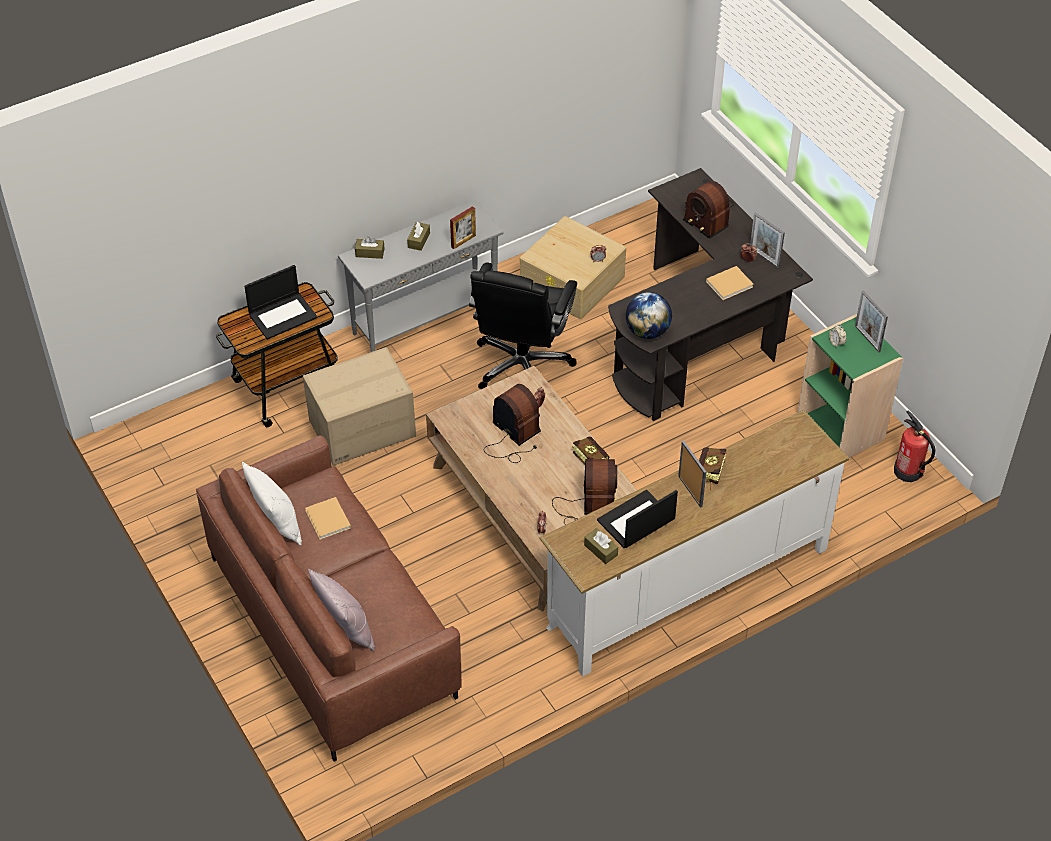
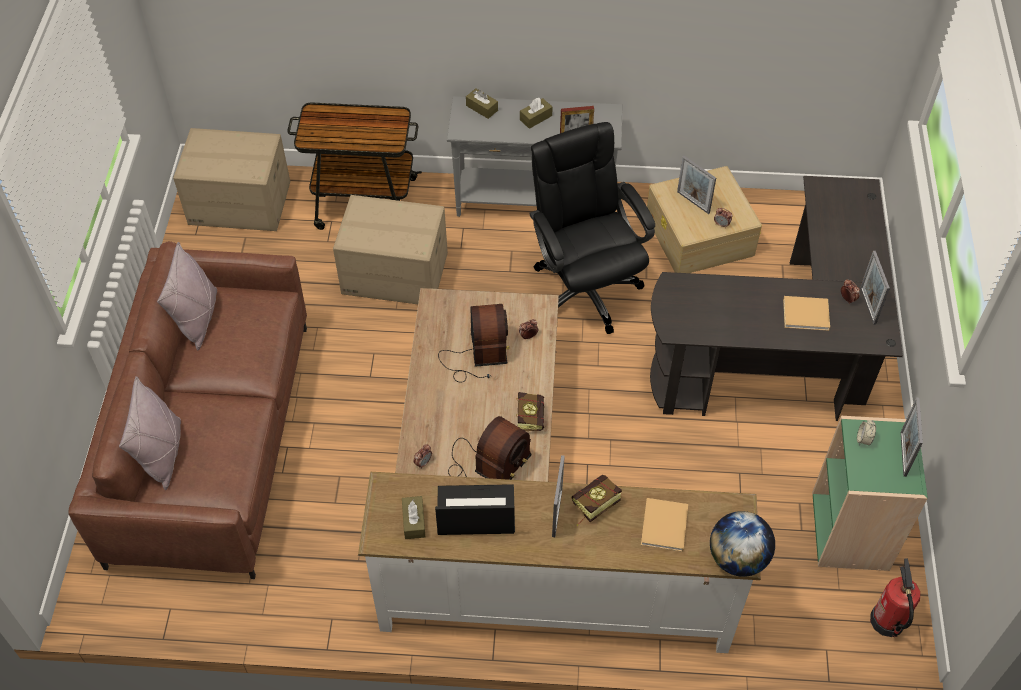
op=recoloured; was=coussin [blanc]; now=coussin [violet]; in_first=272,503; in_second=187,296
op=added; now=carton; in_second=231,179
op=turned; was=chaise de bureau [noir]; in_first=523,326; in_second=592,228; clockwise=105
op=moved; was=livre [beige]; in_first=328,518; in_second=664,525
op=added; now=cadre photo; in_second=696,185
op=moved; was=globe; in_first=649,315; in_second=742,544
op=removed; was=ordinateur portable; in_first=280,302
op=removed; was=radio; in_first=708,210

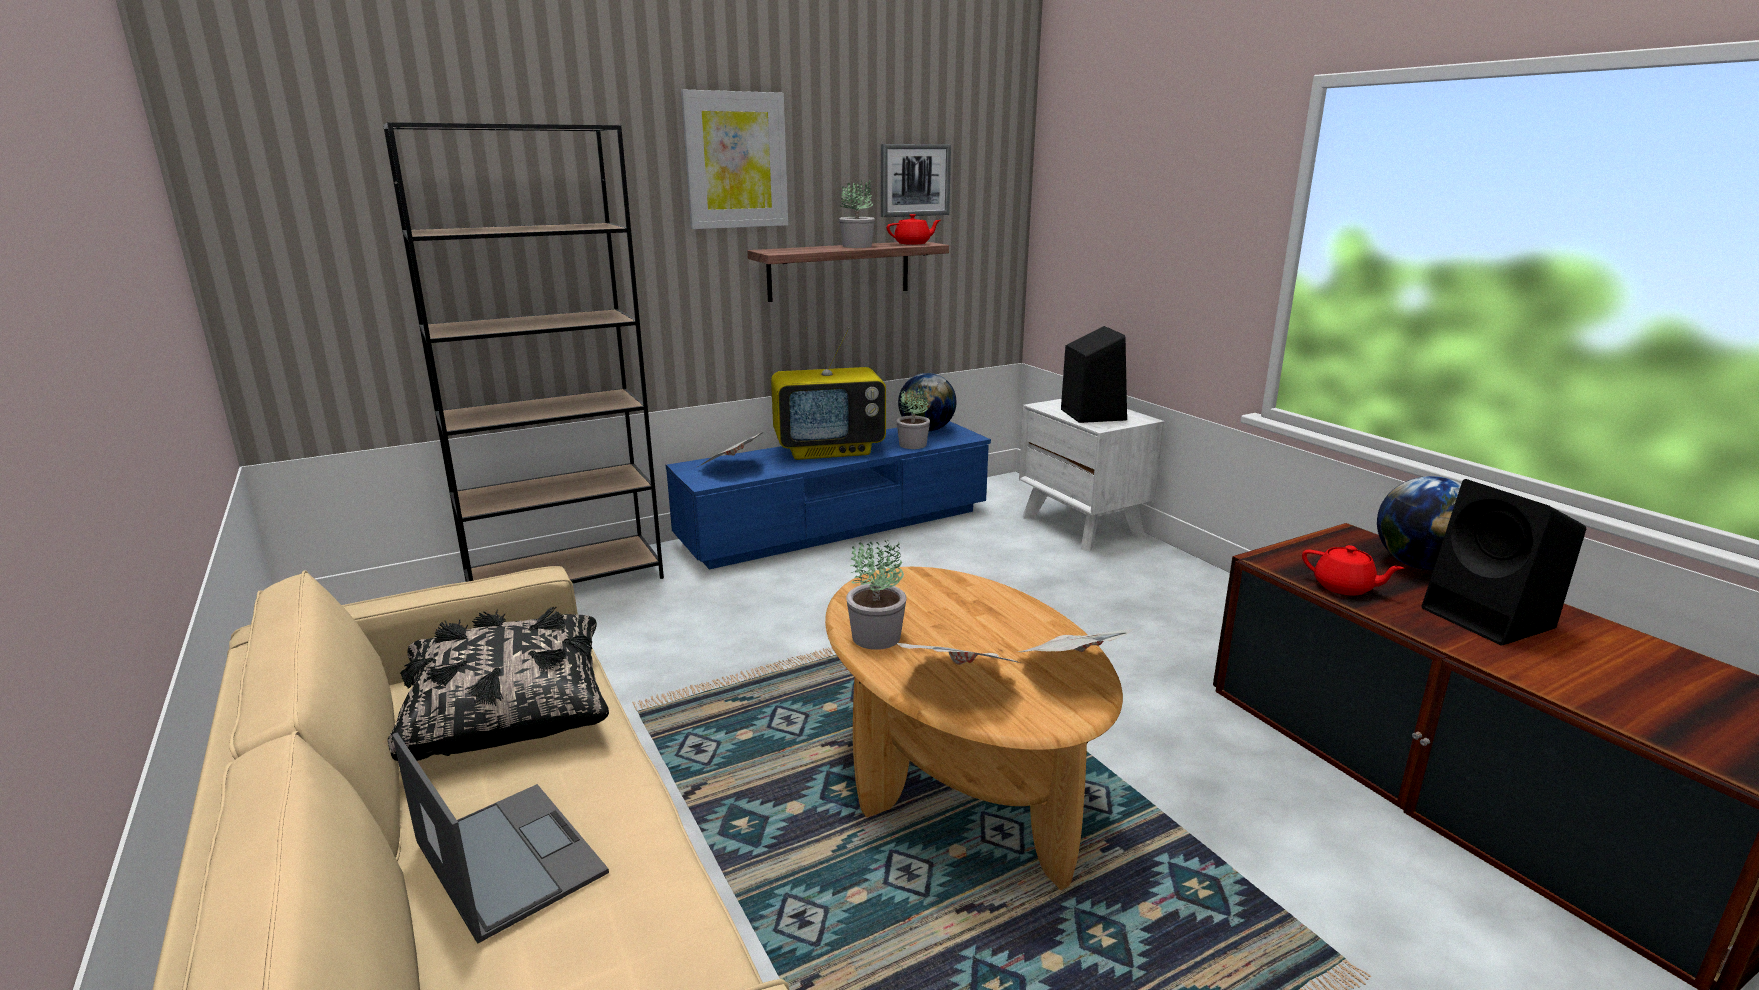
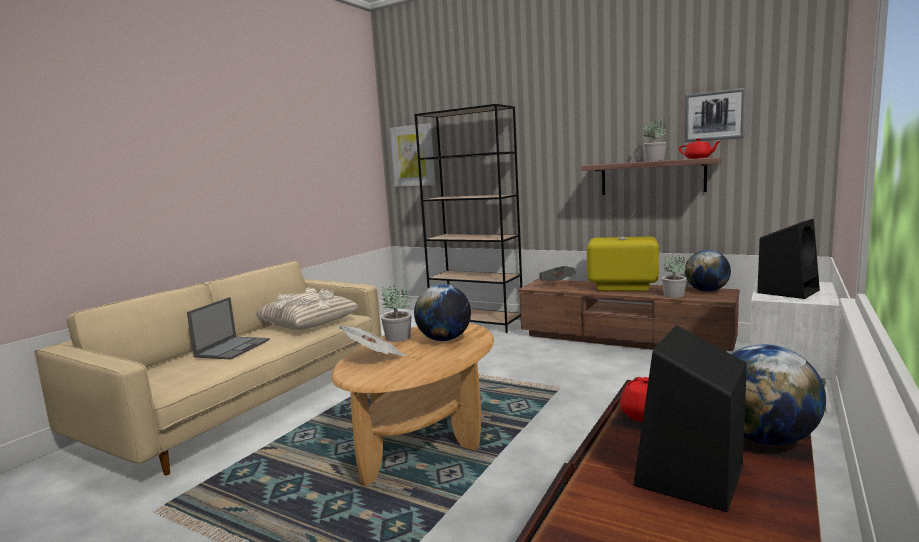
op=recoloured; was=coussin [noir]; now=coussin [beige]; in_first=498,684; in_second=307,308
op=moved; was=tableau; in_first=734,159; in_second=412,155
op=added; now=globe; in_second=442,312
op=recoloured; was=meuble télé [bleu]; now=meuble télé [marron]; in_first=828,495; in_second=629,315
op=turned; was=téléviseur; in_first=828,393; in_second=623,250; clockwise=150
op=removed; was=journal; in_first=1078,640

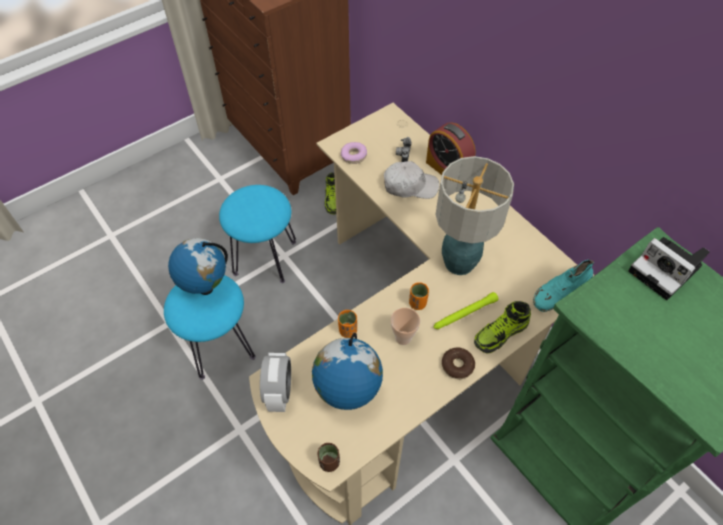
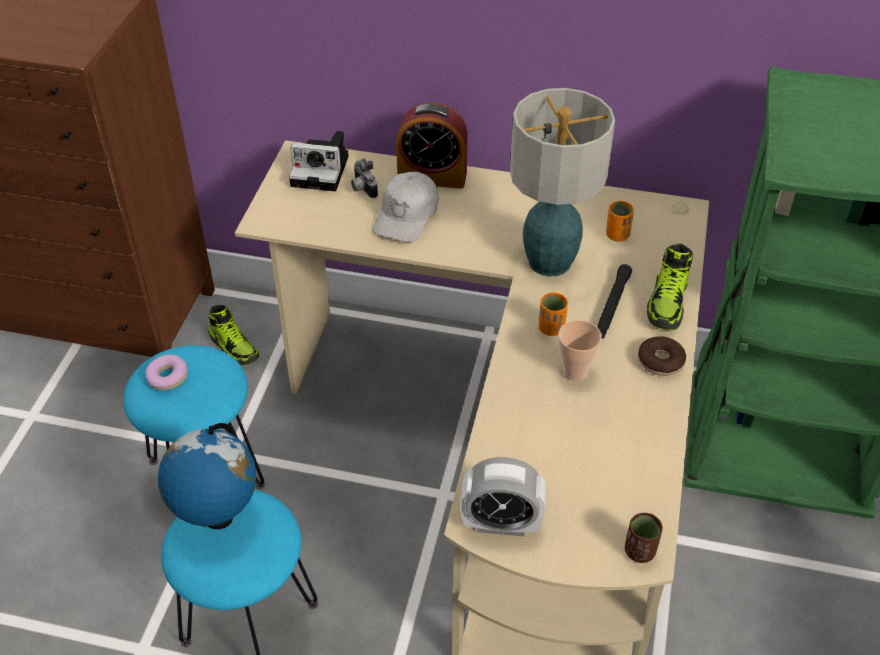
op=moved; was=beignet; in_first=354,153; in_second=166,372
op=moved; was=appareil photo; in_first=669,268; in_second=319,161
op=turned; was=casquette [blanc]; in_first=411,180; in_second=406,207; clockwise=150
op=turned; was=réveil; in_first=275,382; in_second=503,496; clockwise=135
op=recoloured; was=lampe de poche [vert]; now=lampe de poche [noir]; in_first=466,310; in_second=615,301
op=moved; was=tasse [orange]; in_first=347,324; in_second=620,221
op=removed; was=globe; in_first=347,371
op=removed; was=chaussure [turquoise]; in_first=564,286

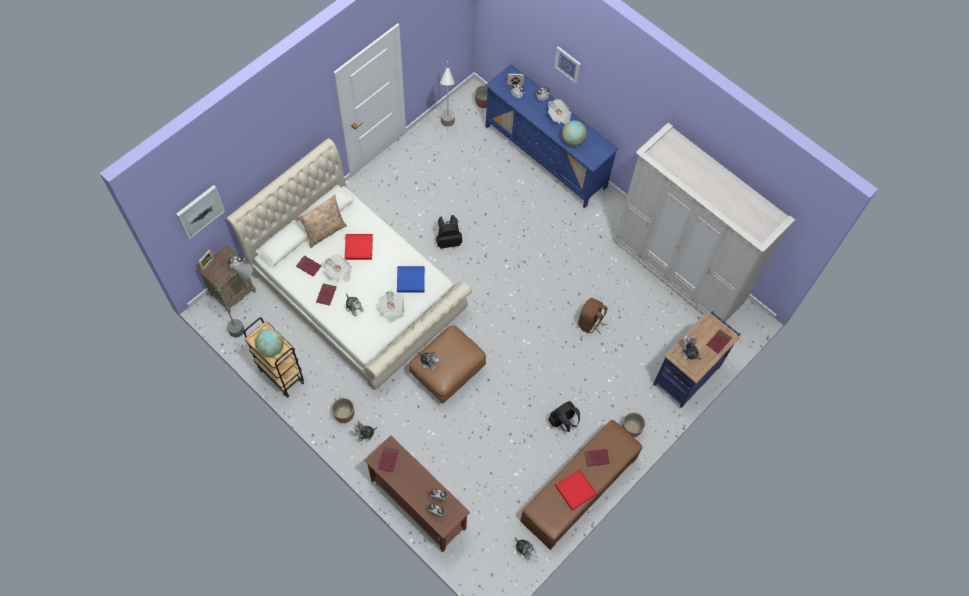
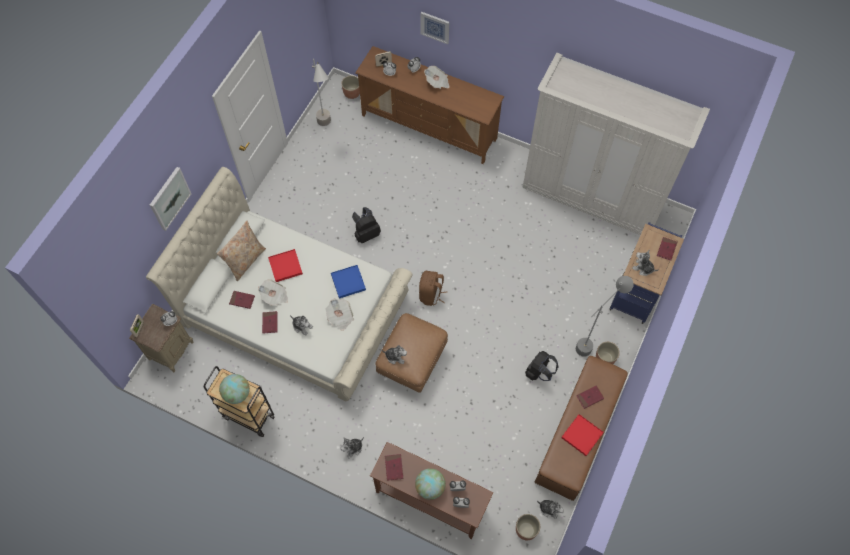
op=moved; was=tableau; in_first=200,212; in_second=170,199
op=recoloured; was=commode [bleu]; now=commode [marron]; in_first=551,136; in_second=429,105
op=moved; was=globe; in_first=574,133; in_second=430,484
op=moved; was=sac à dos [marron]; in_first=592,316; in_second=433,288
op=moved; was=cache-pot; in_first=343,410; in_second=528,527
op=moved; was=lampadaire [gris]; in_first=232,300; in_second=605,316

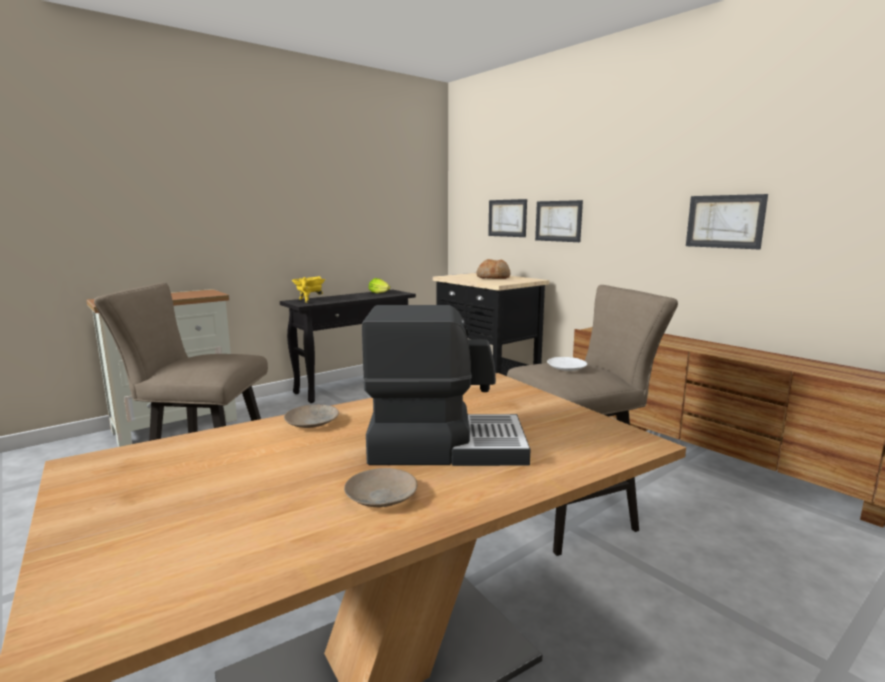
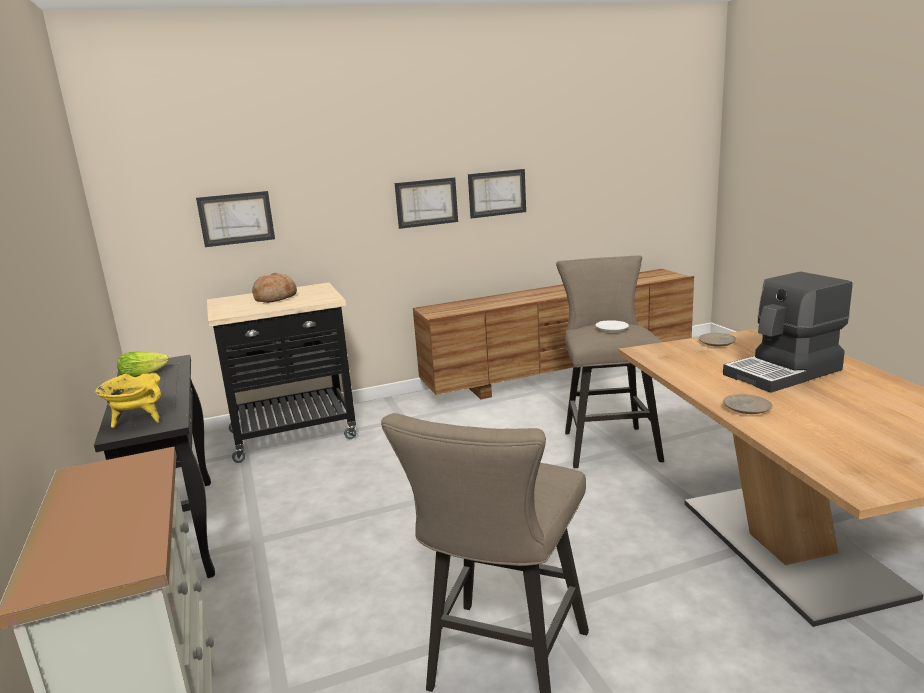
op=moved; was=tableau; in_first=559,221; in_second=426,203
op=moved; was=assiette [beige]; in_first=380,487; in_second=717,340
op=turned; was=machine à café; in_first=446,385; in_second=788,332; clockwise=-135

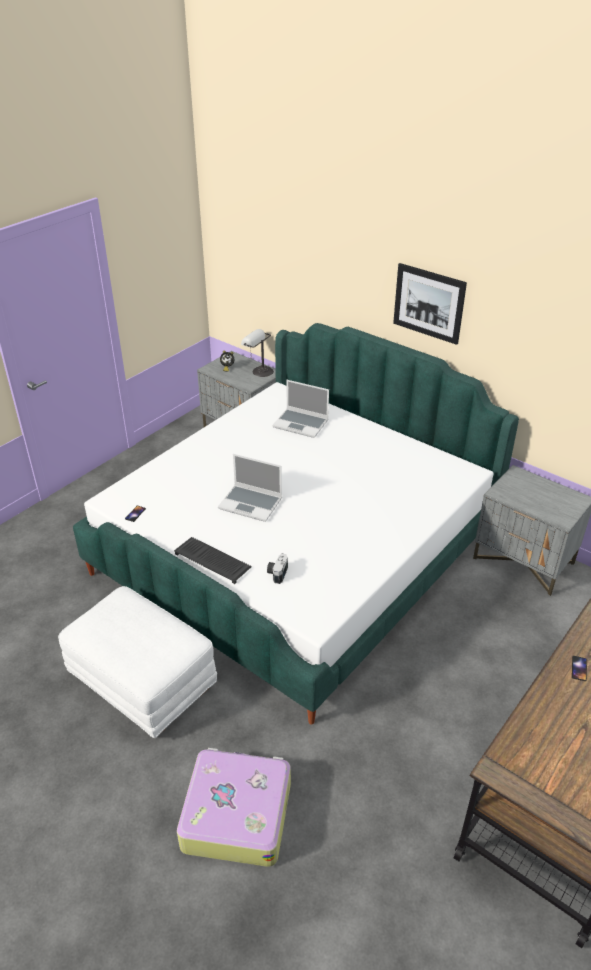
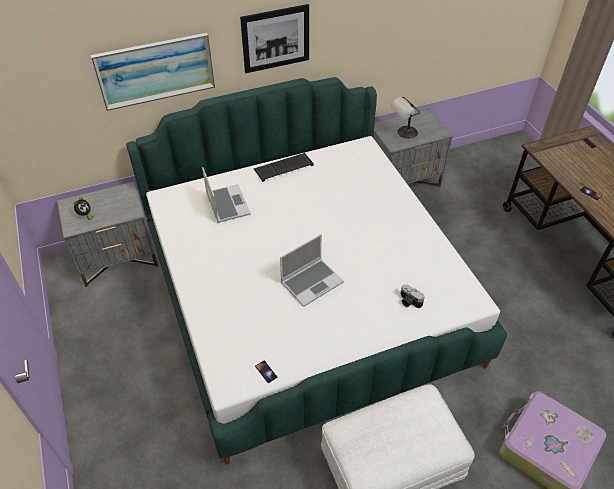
op=added; now=tableau; in_second=153,72
op=turned; was=ordinateur portable; in_first=300,409; in_second=226,195; clockwise=-75
op=moved; was=clavier; in_first=213,560; in_second=284,167
op=moved; was=lampe de table; in_first=257,353; in_second=405,118

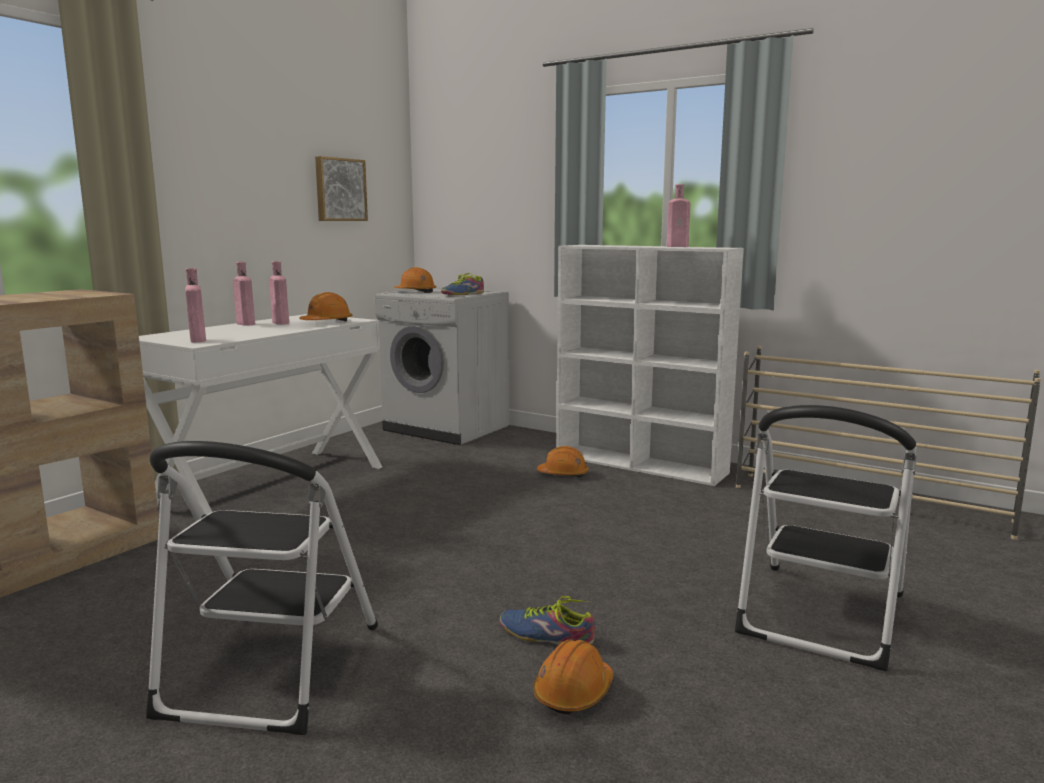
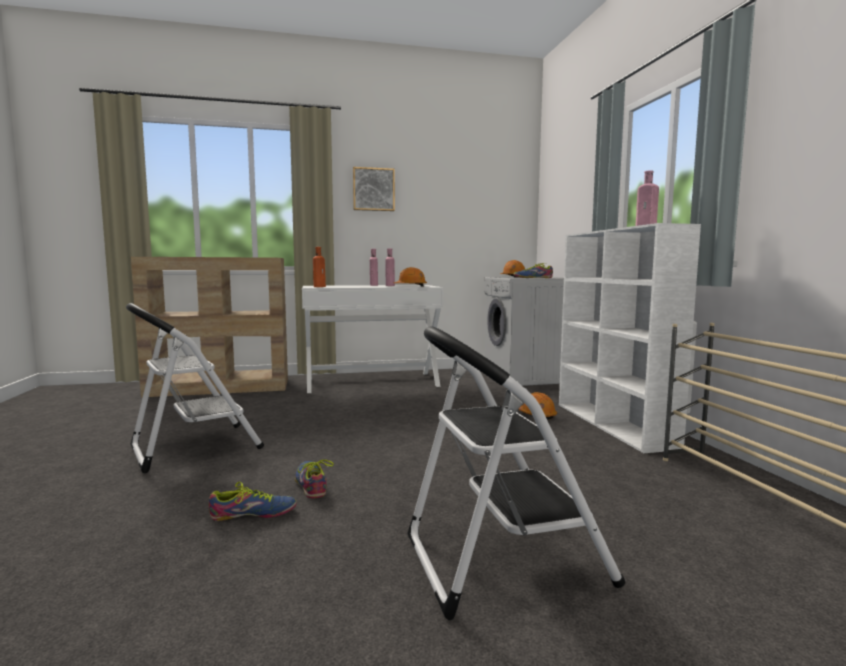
op=replaced; was=casque de chantier [orange]; now=chaussure; in_first=573,677; in_second=253,501
op=recoloured; was=bouteille [rose]; now=bouteille [orange]; in_first=195,305; in_second=319,267
op=moved; was=tableau; in_first=341,188; in_second=374,189

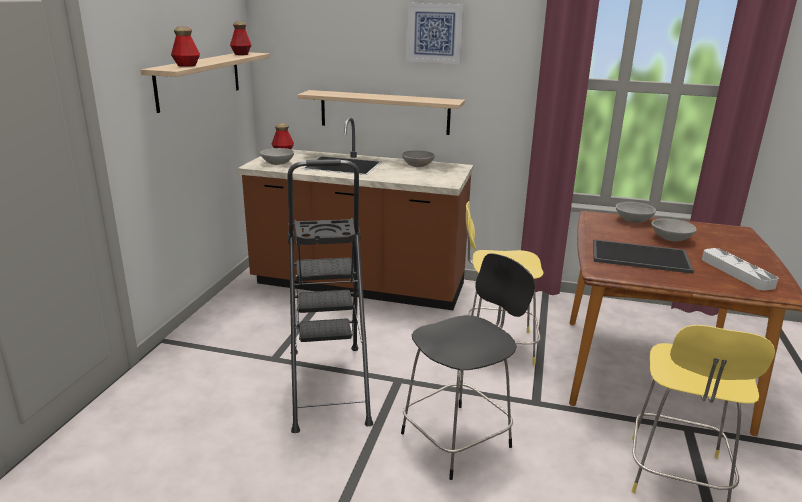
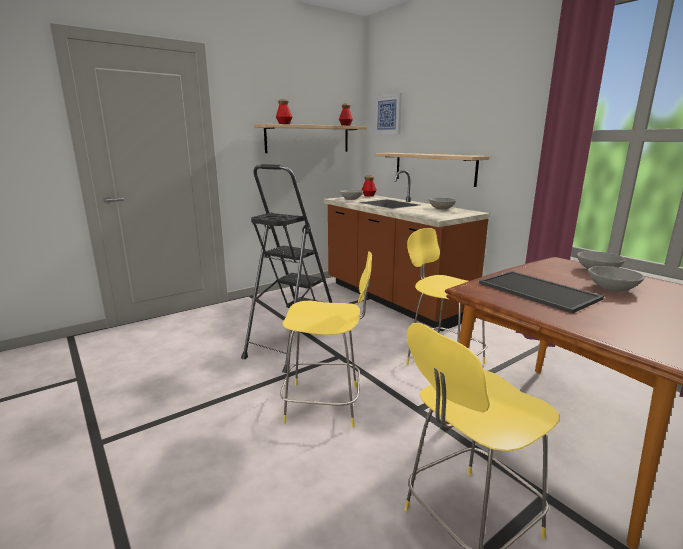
op=recoloured; was=tabouret [noir]; now=tabouret [jaune]; in_first=468,366; in_second=326,339
op=moved; was=tableau; in_first=435,33; in_second=387,114
op=removed; was=plateau [gris]; in_first=740,269

